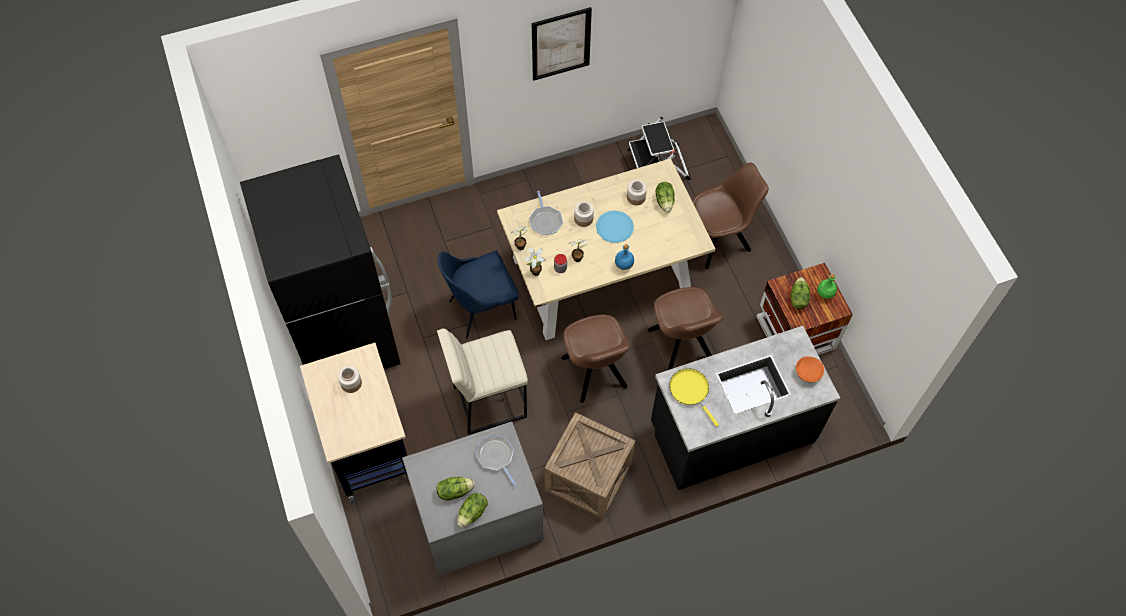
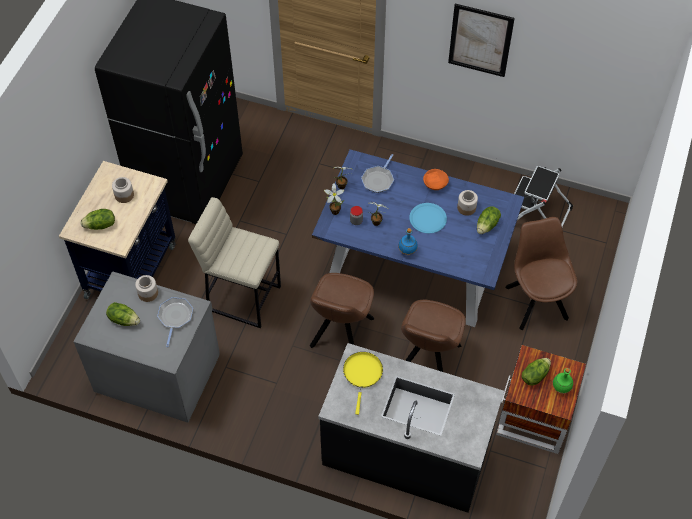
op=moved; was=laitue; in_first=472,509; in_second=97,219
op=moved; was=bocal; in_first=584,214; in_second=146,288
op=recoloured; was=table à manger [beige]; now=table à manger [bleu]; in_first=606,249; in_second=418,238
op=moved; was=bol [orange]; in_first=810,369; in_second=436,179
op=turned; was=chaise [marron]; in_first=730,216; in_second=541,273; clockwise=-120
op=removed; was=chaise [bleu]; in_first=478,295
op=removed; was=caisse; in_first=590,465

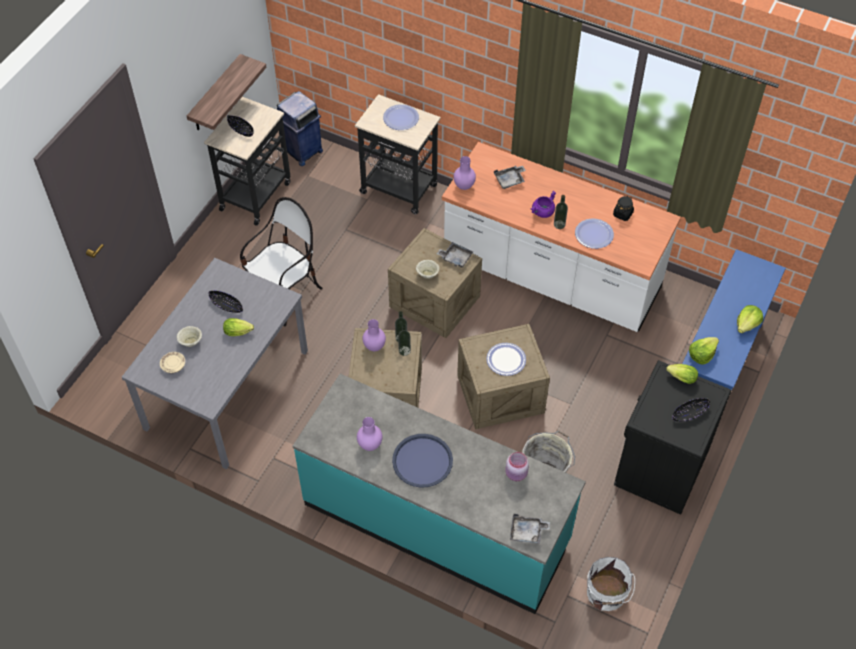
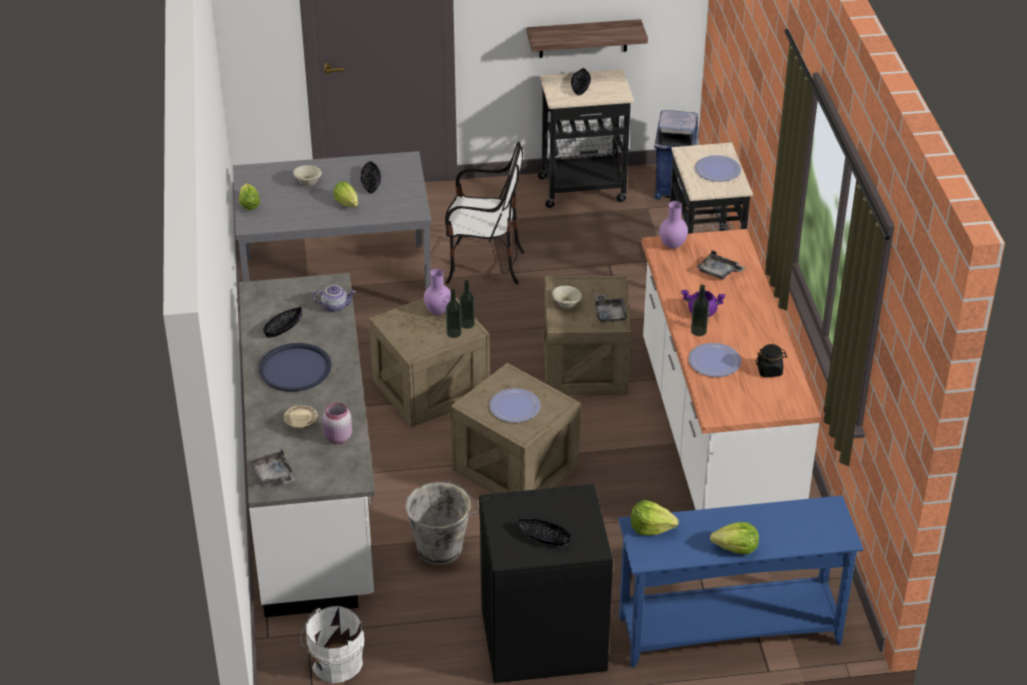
op=moved; was=laitue; in_first=682,374; in_second=249,196
op=recoloured; was=comptoir de cuisine [turquoise]; now=comptoir de cuisine [blanc]; in_first=439,494; in_second=307,445
op=replaced; was=vase [violet]; now=bol [noir]; in_first=369,434; in_second=282,322
op=moved; was=assiette [beige]; in_first=172,362; in_second=301,417
op=added; now=théière; in_second=334,298

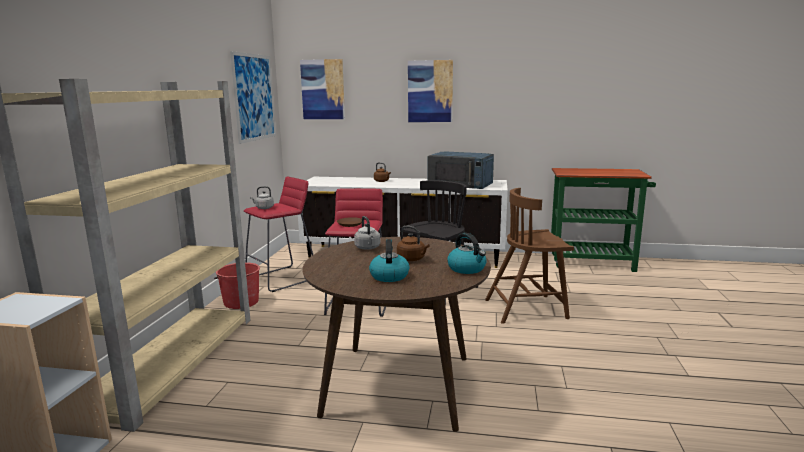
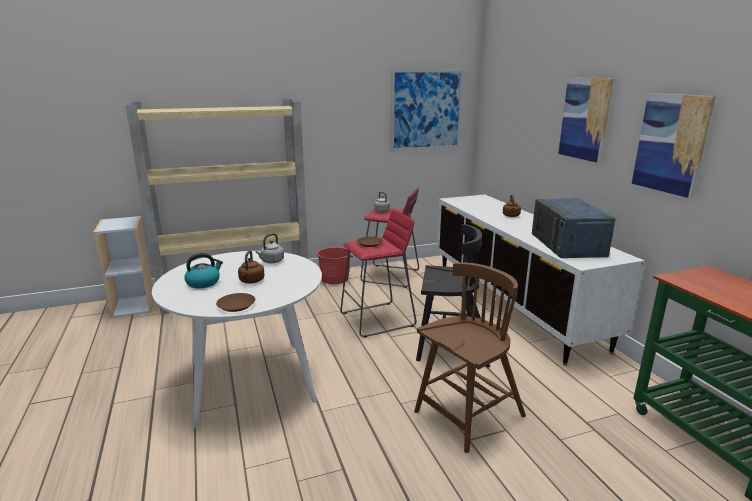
op=recoloured; was=table à manger [marron]; now=table à manger [blanc]; in_first=396,334; in_second=237,340
op=replaced; was=bouilloire; now=assiette [marron]; in_first=467,253; in_second=235,302
op=turned; was=chaise [marron]; in_first=529,256; in_second=470,357; clockwise=90
op=moved; was=tableau; in_first=322,89; in_second=674,145

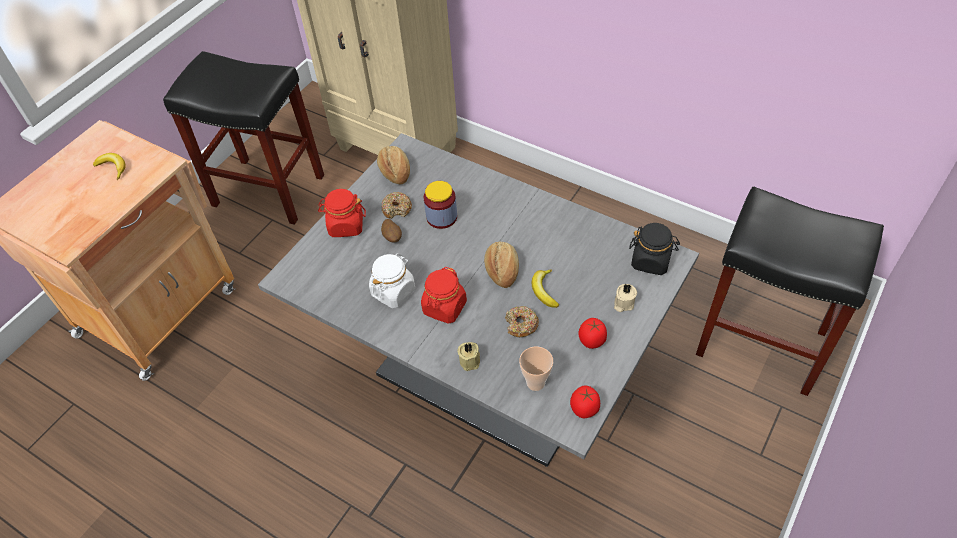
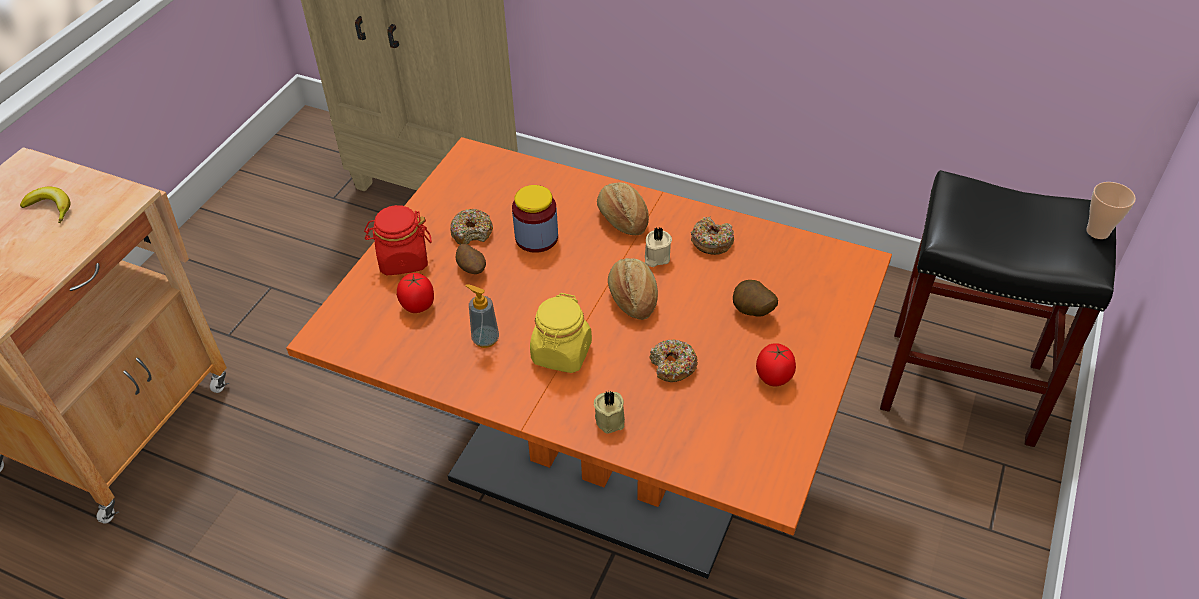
op=recoloured; was=table à manger [gris]; now=table à manger [orange]; in_first=478,300; in_second=589,358
op=moved; was=tomate; in_first=585,402; in_second=415,293
op=replaced; was=bocal [blanc]; now=distributeur de savon; in_first=392,280; in_second=482,316
op=recoloured; was=bocal [rouge]; now=bocal [jaune]; in_first=444,295; in_second=561,333
op=moved; was=pain; in_first=393,165; in_second=623,208
op=moved; was=bougie [beige]; in_first=625,298; in_second=658,247
op=added; now=beignet; in_second=712,236
op=added; now=pomme de terre; in_second=755,298
op=moved; was=tasse; in_first=536,368; in_second=1111,210
op=removed; was=tabouret [noir]; in_first=243,138
op=removed; was=banane; in_first=545,288
op=removed; was=bocal [noir]; in_first=654,249

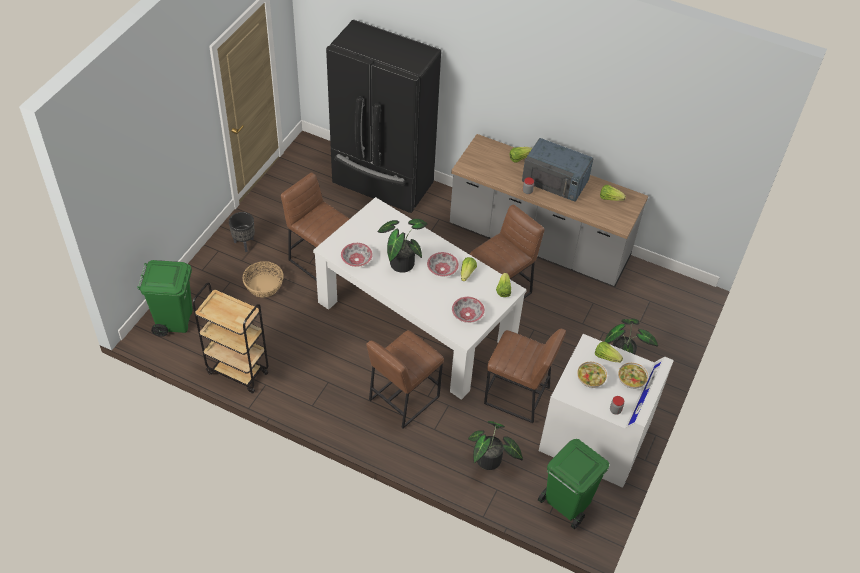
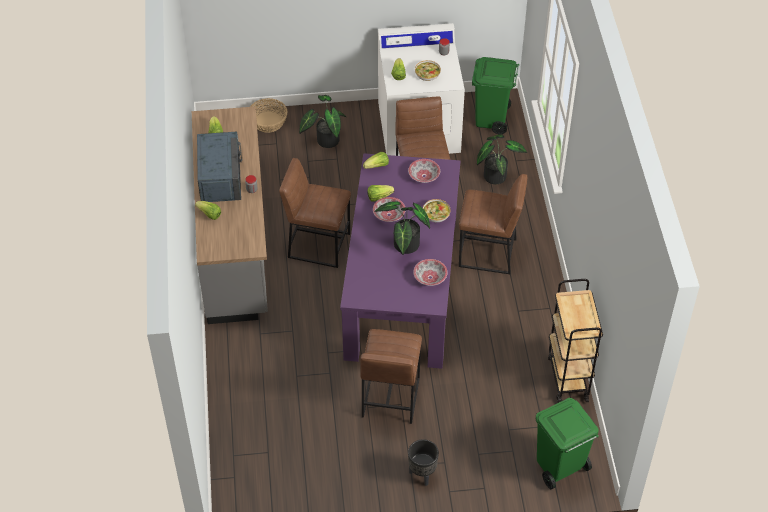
op=moved; was=panier; in_first=263,279; in_second=269,115
op=recoloured; was=table à manger [blanc]; now=table à manger [violet]; in_first=420,298; in_second=400,261
op=moved; was=bol; in_first=633,376; in_second=437,210
op=removed; was=réfrigérateur [noir]; in_first=383,116

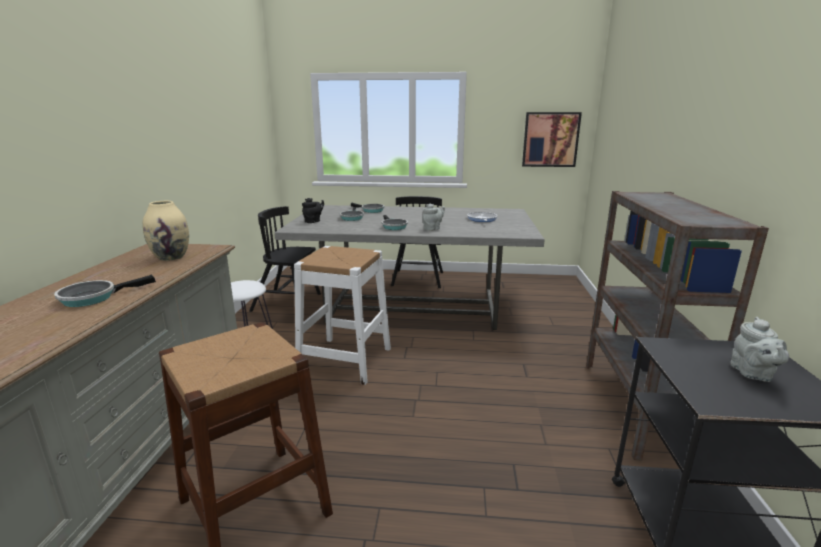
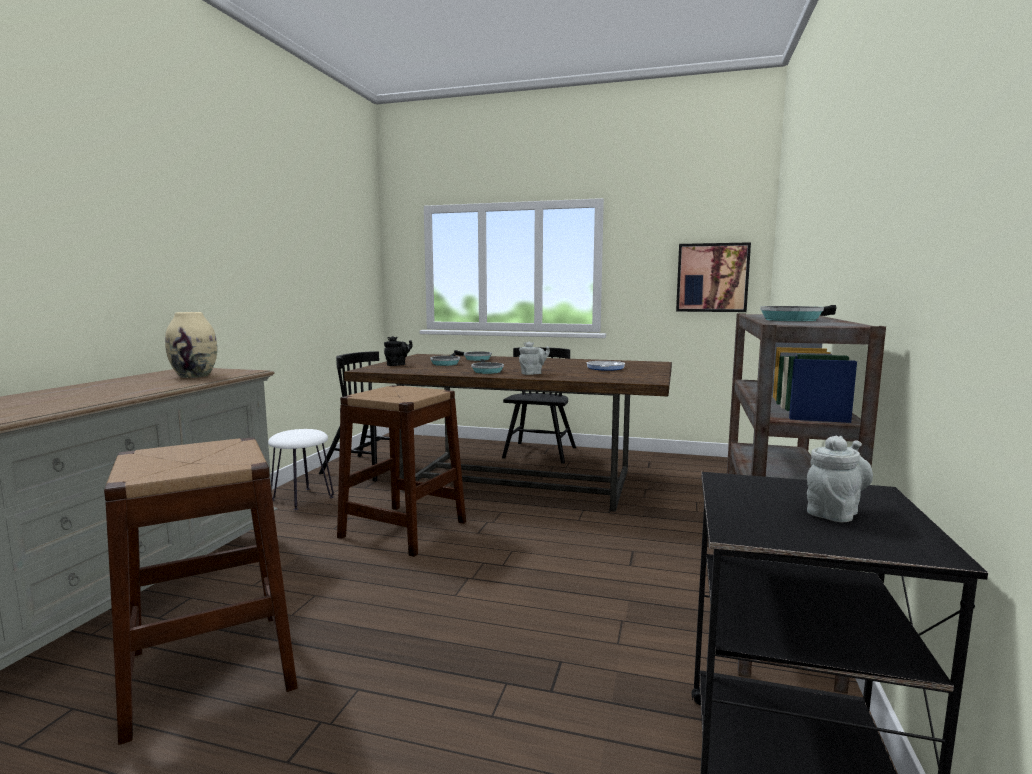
op=recoloured; was=tabouret [blanc]; now=tabouret [marron]; in_first=342,315; in_second=401,471
op=recoloured; was=table à manger [gris]; now=table à manger [marron]; in_first=410,267; in_second=508,433
op=moved; was=poêle; in_first=105,290; in_second=798,313
op=turned; was=théière [gris]; in_first=759,349; in_second=840,479; clockwise=-150

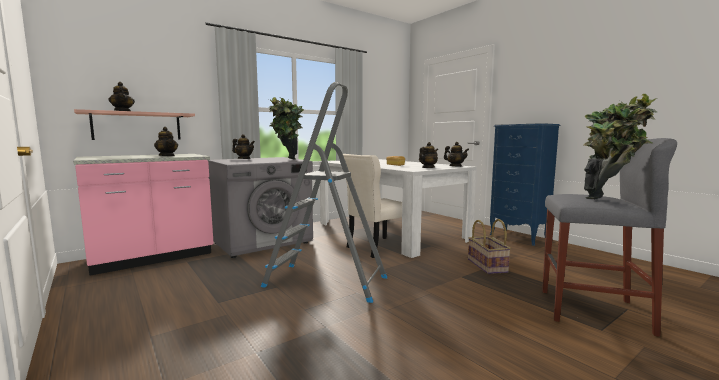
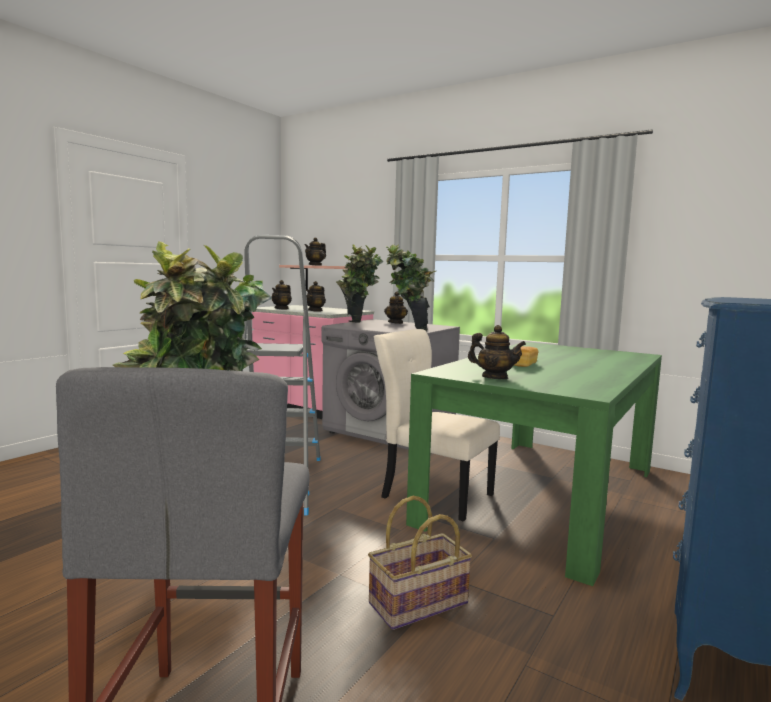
op=moved; was=théière; in_first=456,154; in_second=281,295
op=added; now=plante en pot; in_second=359,283
op=recoloured; was=table à manger [blanc]; now=table à manger [vert]; in_first=398,208; in_second=534,464

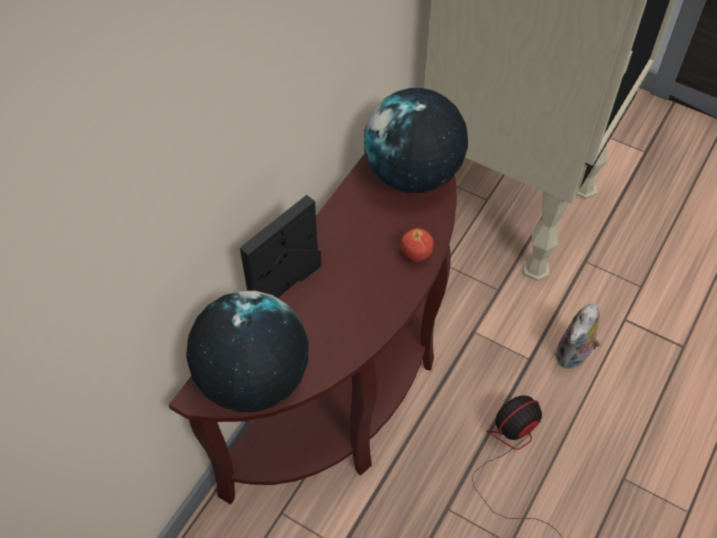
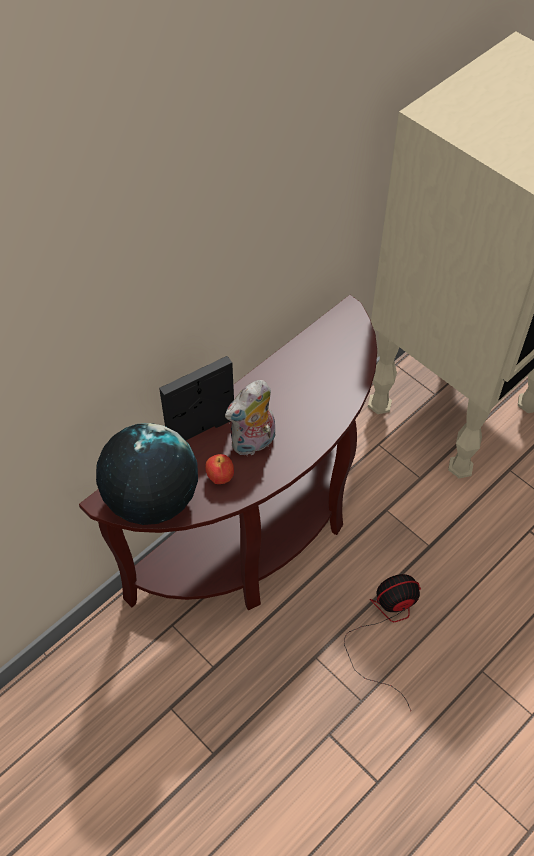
op=moved; was=pomme; in_first=417,245; in_second=219,469
op=moved; was=peluche; in_first=577,336; in_second=250,418
op=removed; was=globe; in_first=416,140

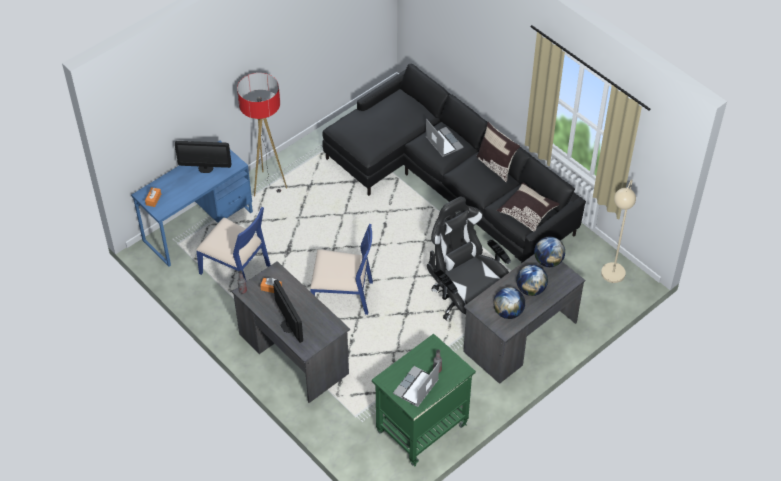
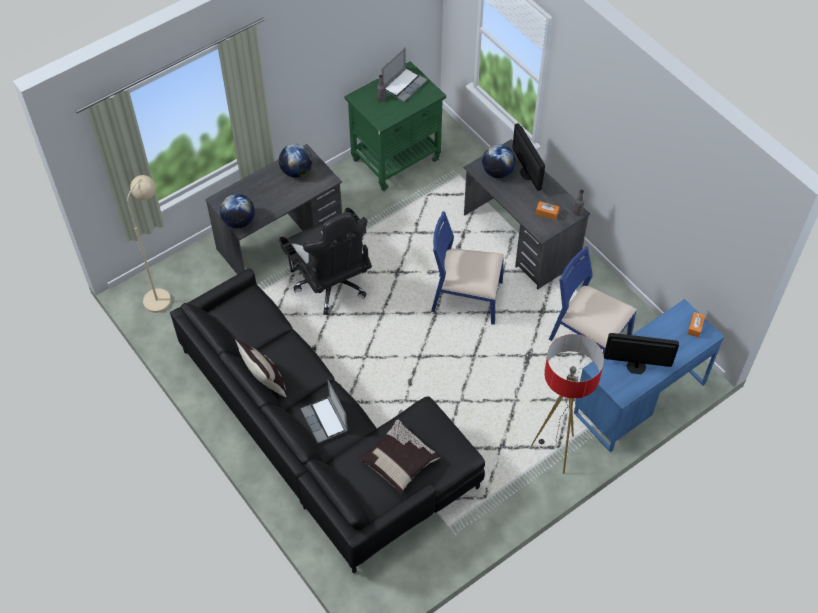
op=moved; was=coussin; in_first=528,207; in_second=399,457
op=moved; was=globe; in_first=532,280; in_second=499,161

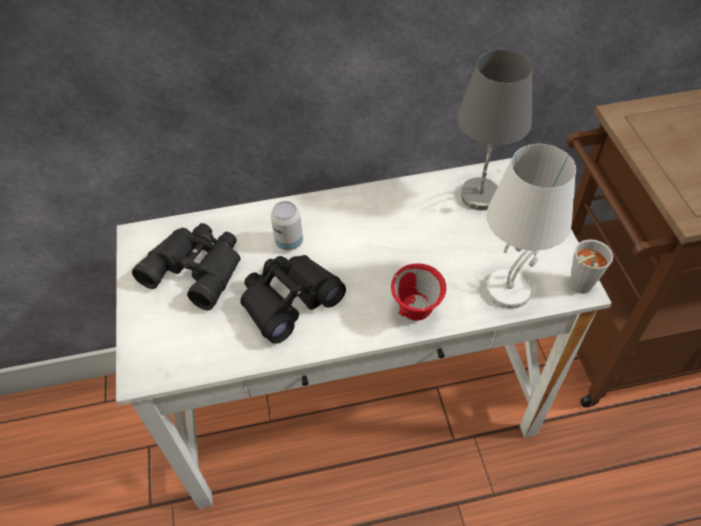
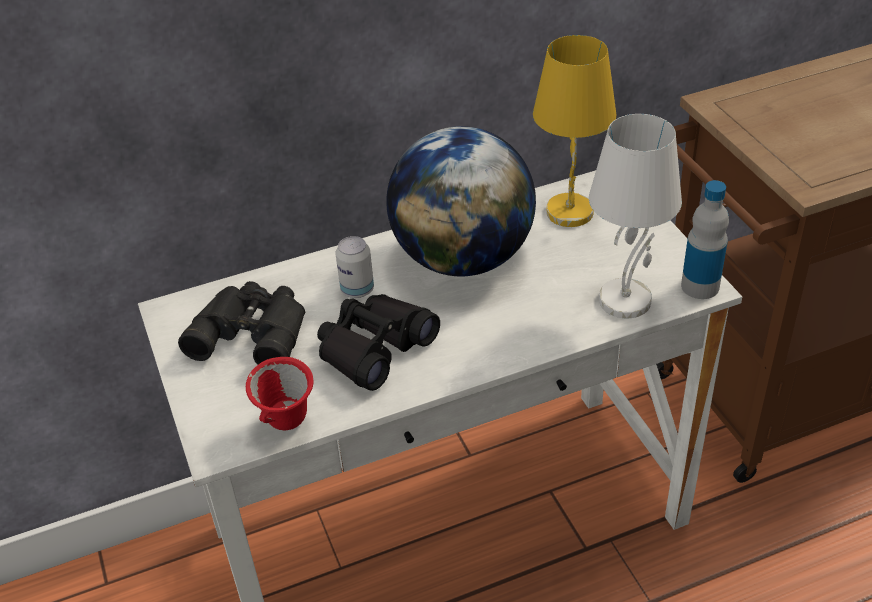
op=moved; was=mug [rouge]; in_first=418,292; in_second=280,393
op=added; now=globe; in_second=461,201
op=recoloured; was=lampe de table [gris]; now=lampe de table [jaune]; in_first=495,130; in_second=574,131
op=replaced; was=tasse [gris]; now=bouteille; in_first=591,266; in_second=705,239

